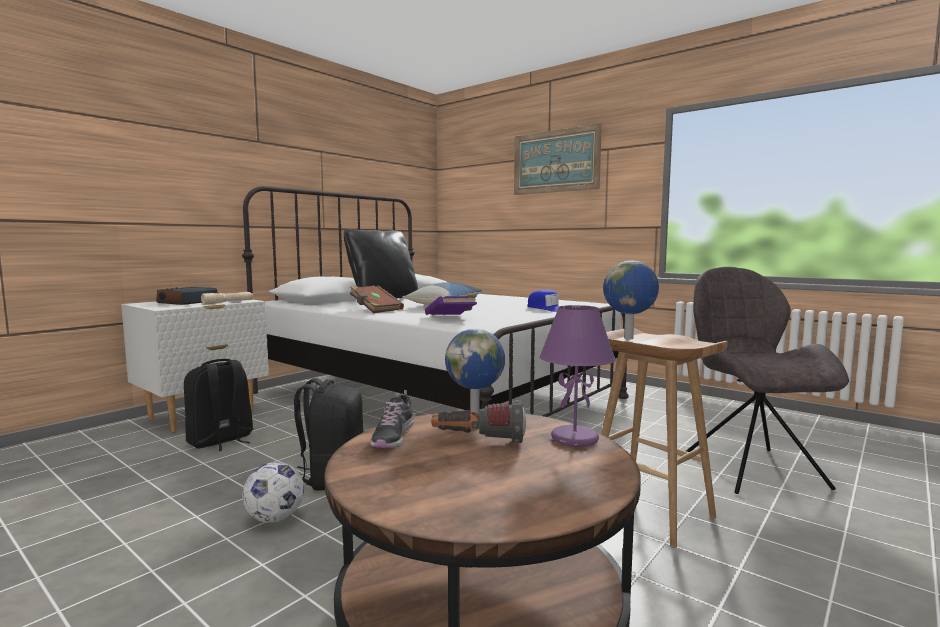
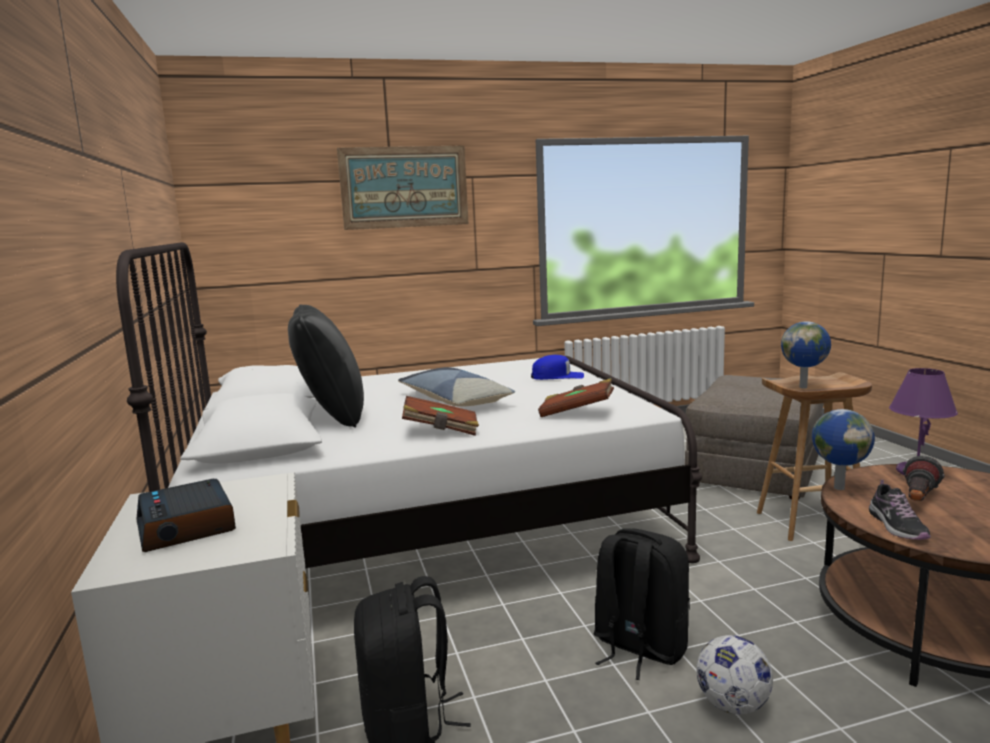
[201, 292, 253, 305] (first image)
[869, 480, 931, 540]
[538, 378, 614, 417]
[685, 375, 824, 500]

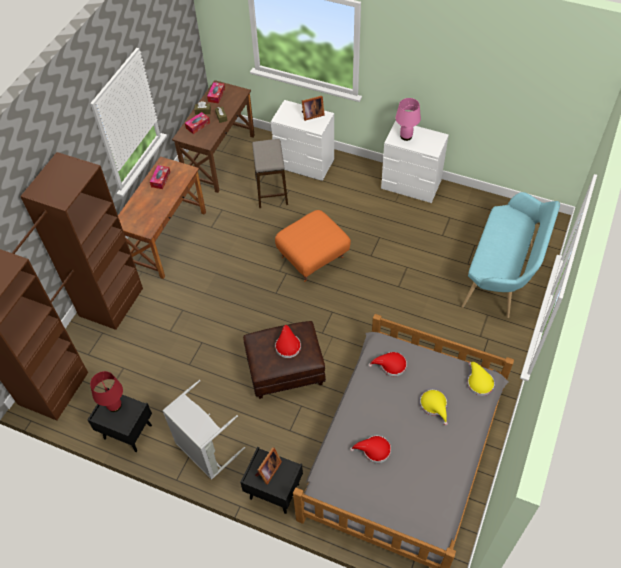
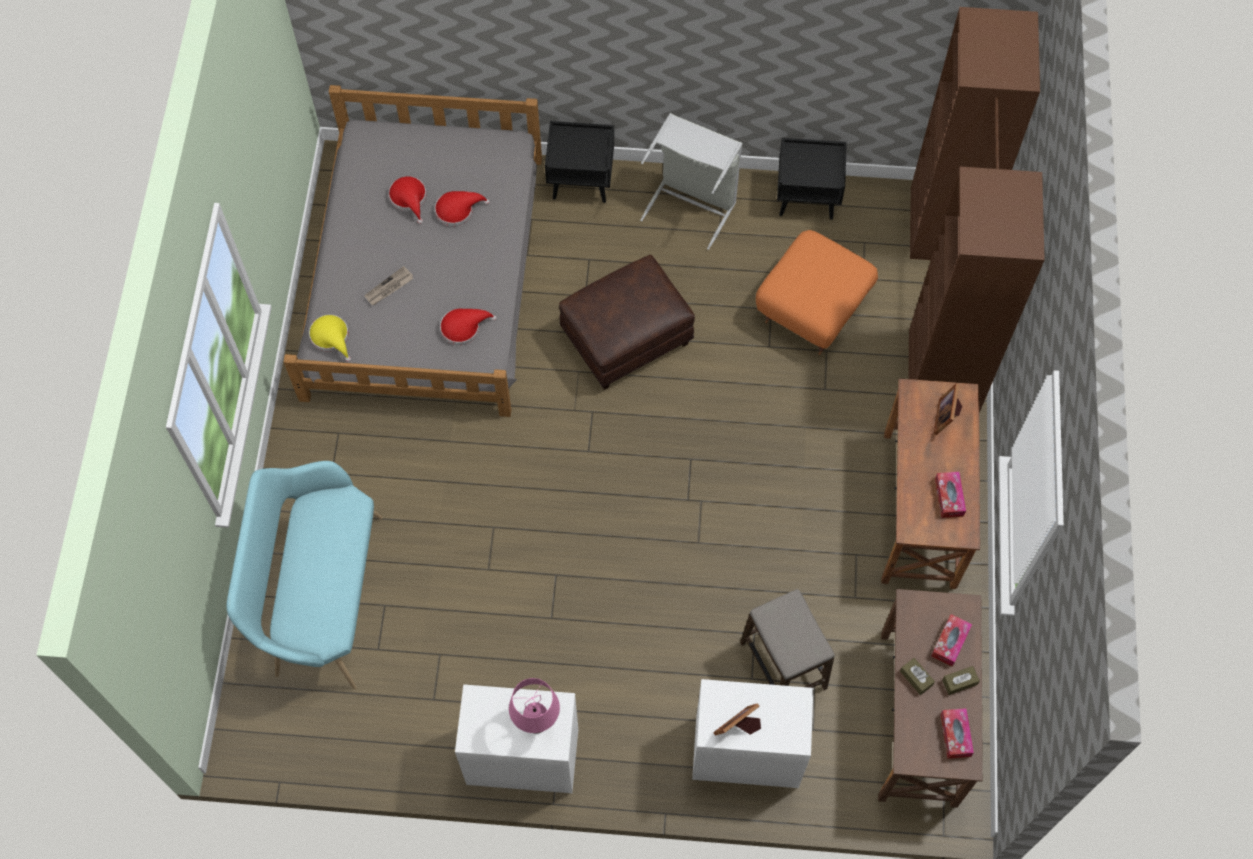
[90, 371, 123, 412] (first image)
[934, 383, 962, 435]
[756, 230, 878, 355]
[389, 176, 426, 224]
[364, 266, 414, 305]

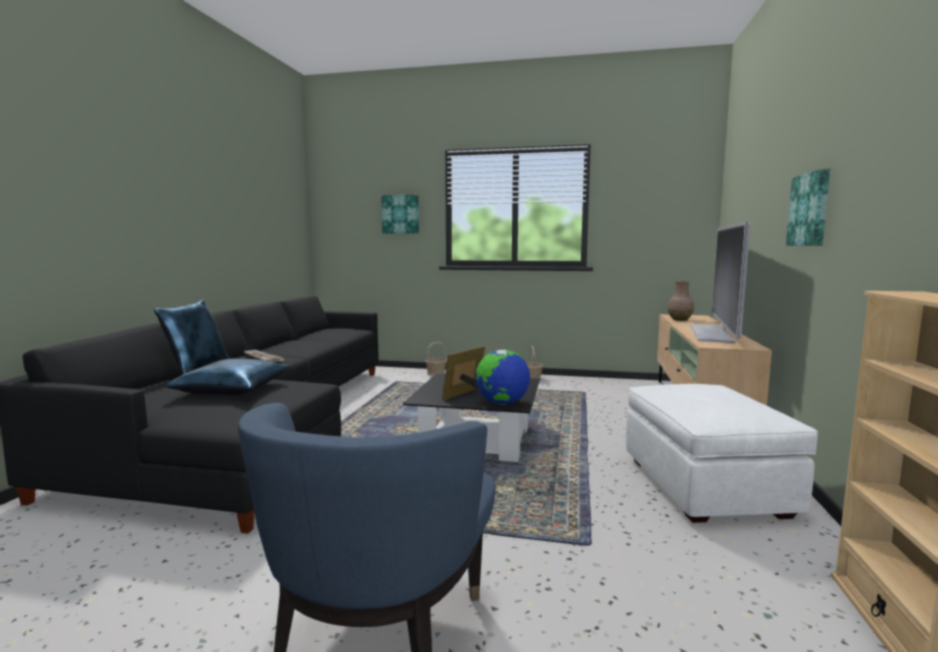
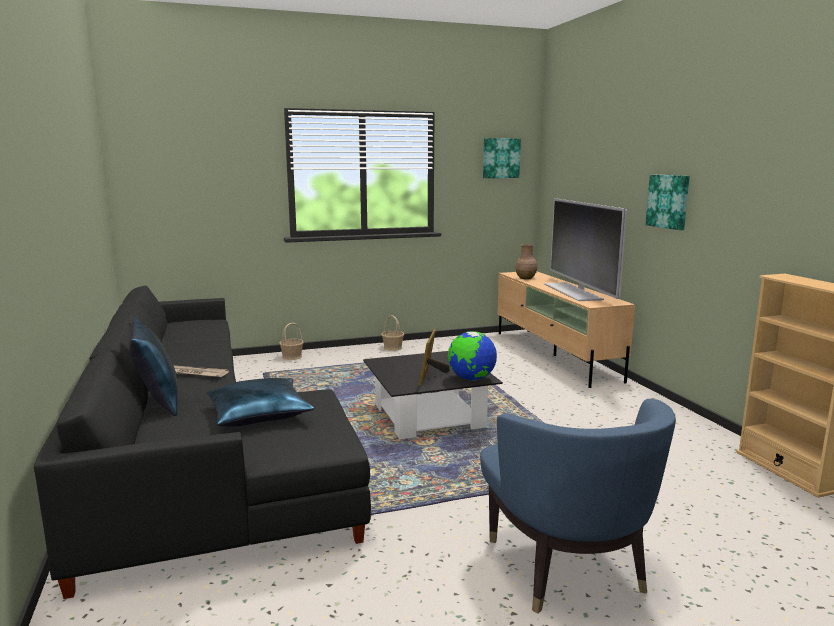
[483, 138, 521, 178]
[626, 384, 818, 523] (first image)

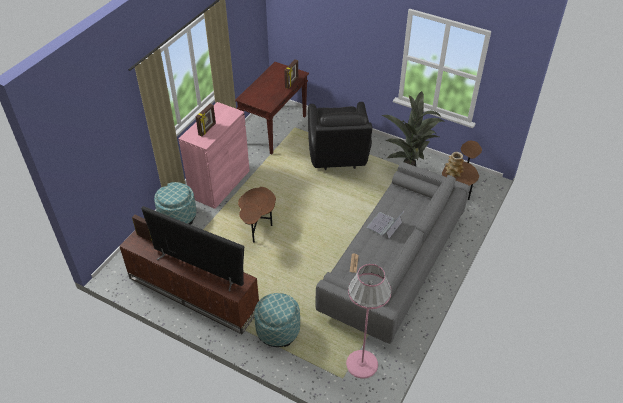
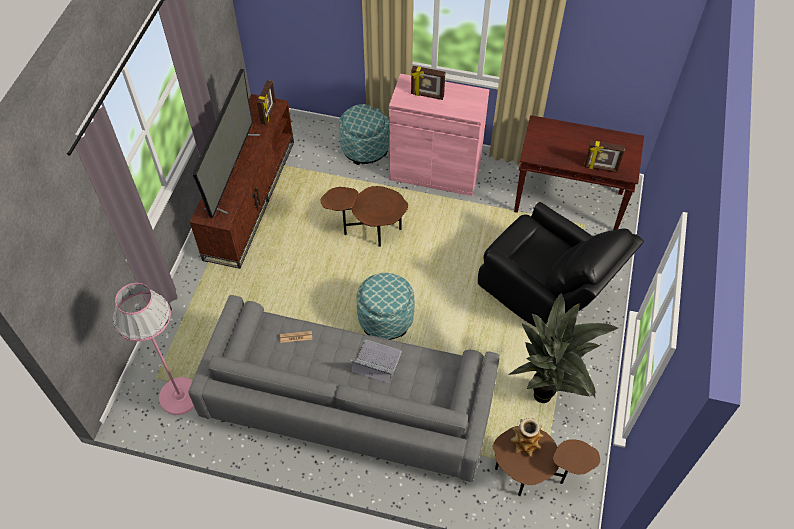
[357, 273, 414, 340]
[478, 202, 644, 328]

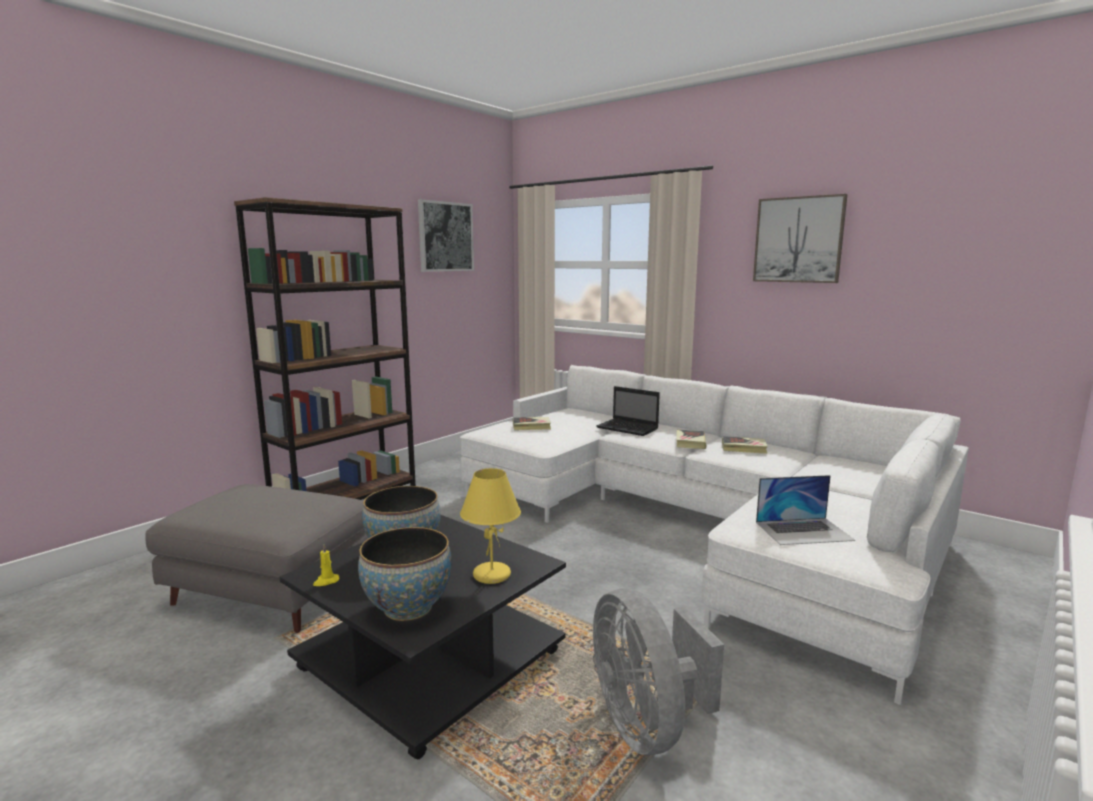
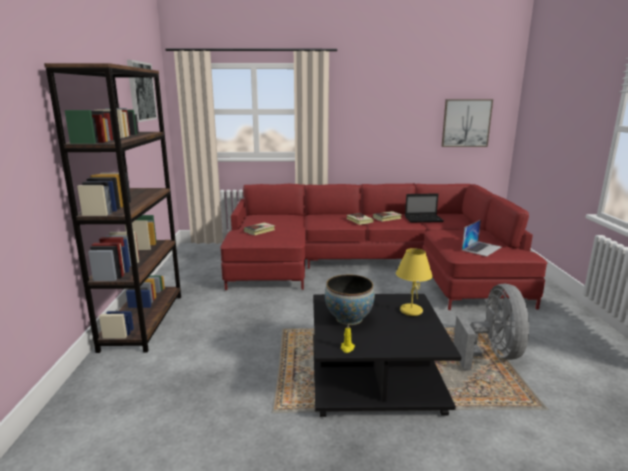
[145, 484, 368, 633] (first image)
[358, 527, 452, 621] (first image)
[220, 183, 547, 310]
[453, 284, 529, 370]
[405, 193, 444, 222]
[441, 99, 493, 147]

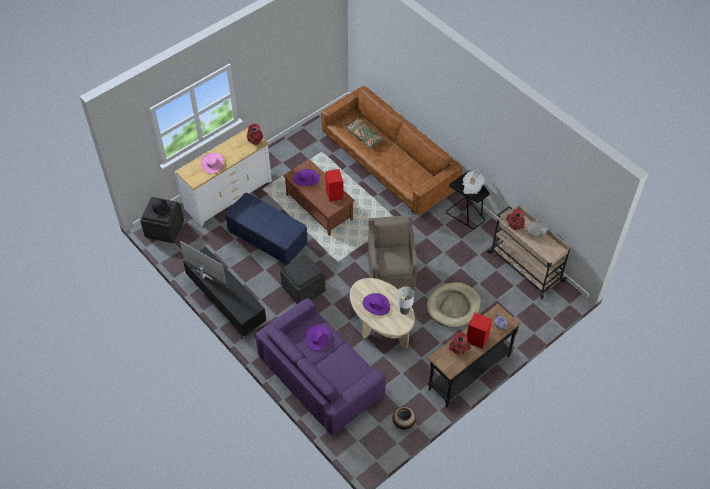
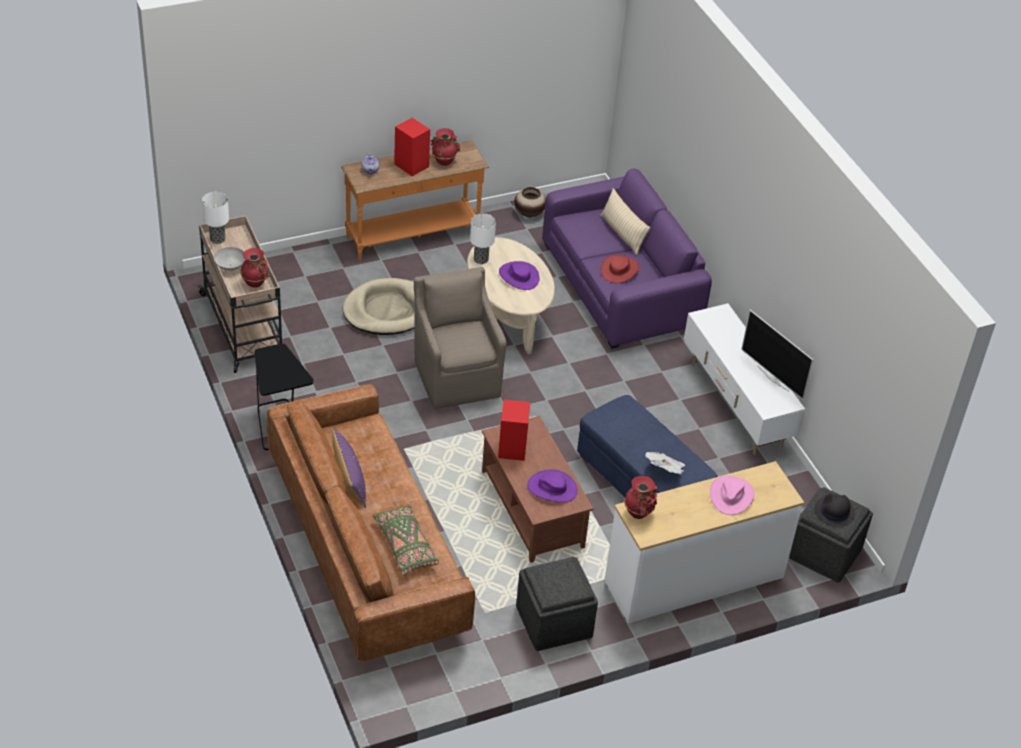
[684, 303, 805, 455]
[516, 557, 598, 651]
[601, 255, 639, 283]
[414, 267, 507, 409]
[341, 141, 489, 261]
[645, 452, 685, 474]
[202, 192, 229, 244]
[332, 428, 366, 508]
[600, 188, 650, 256]

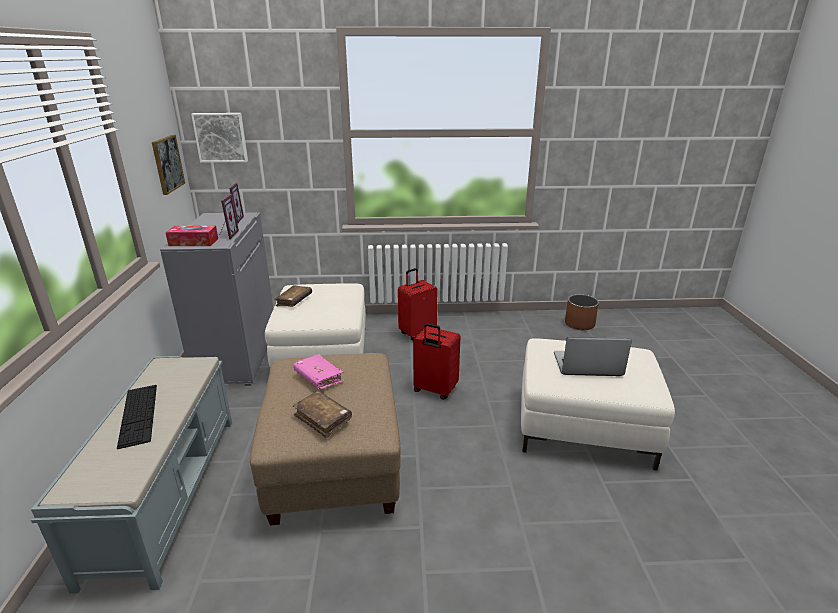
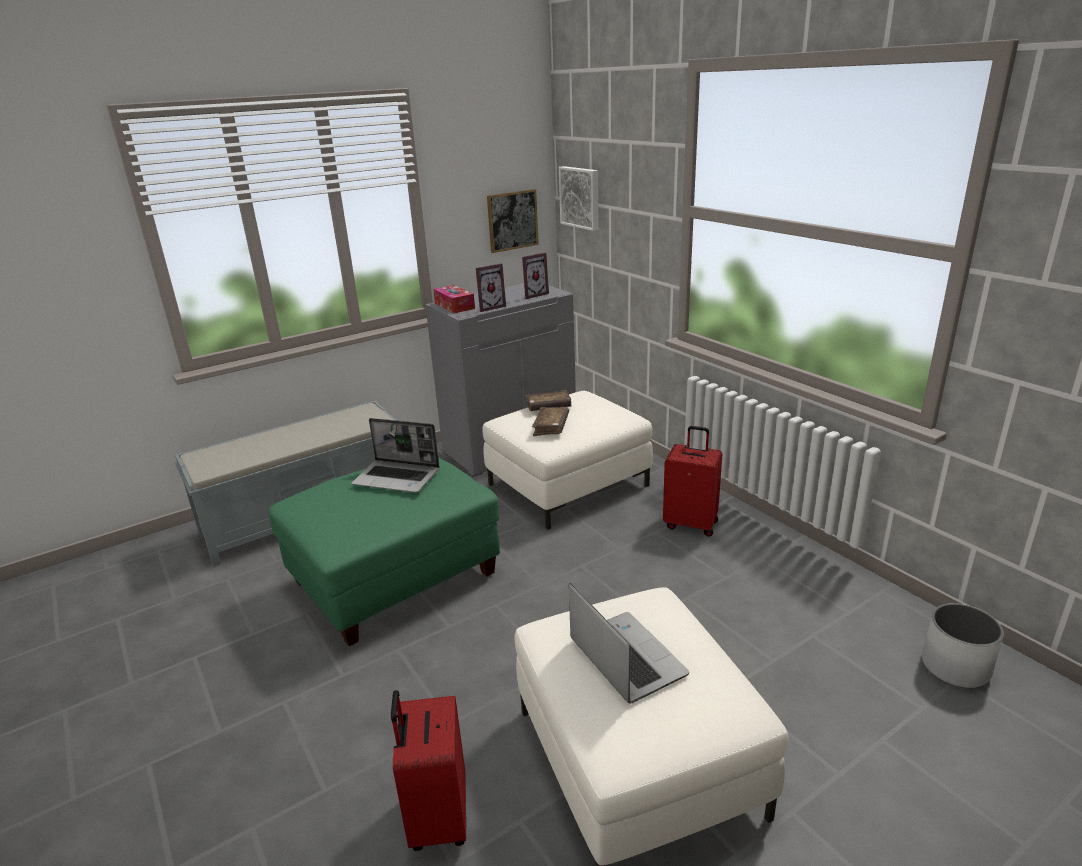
[117, 385, 157, 449] (first image)
[268, 456, 500, 646]
[352, 418, 440, 493]
[532, 407, 569, 436]
[391, 690, 466, 851]
[922, 603, 1004, 688]

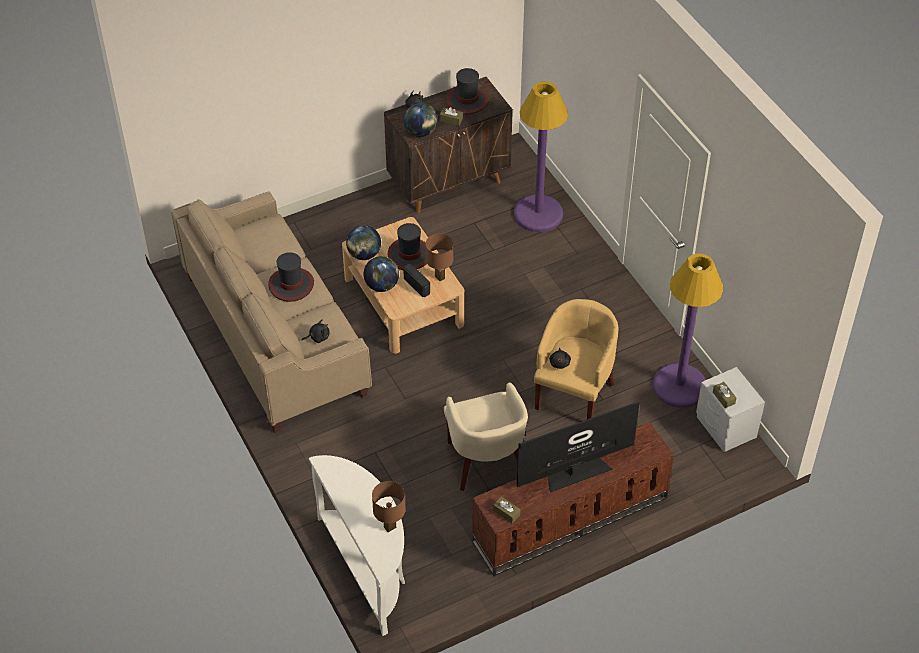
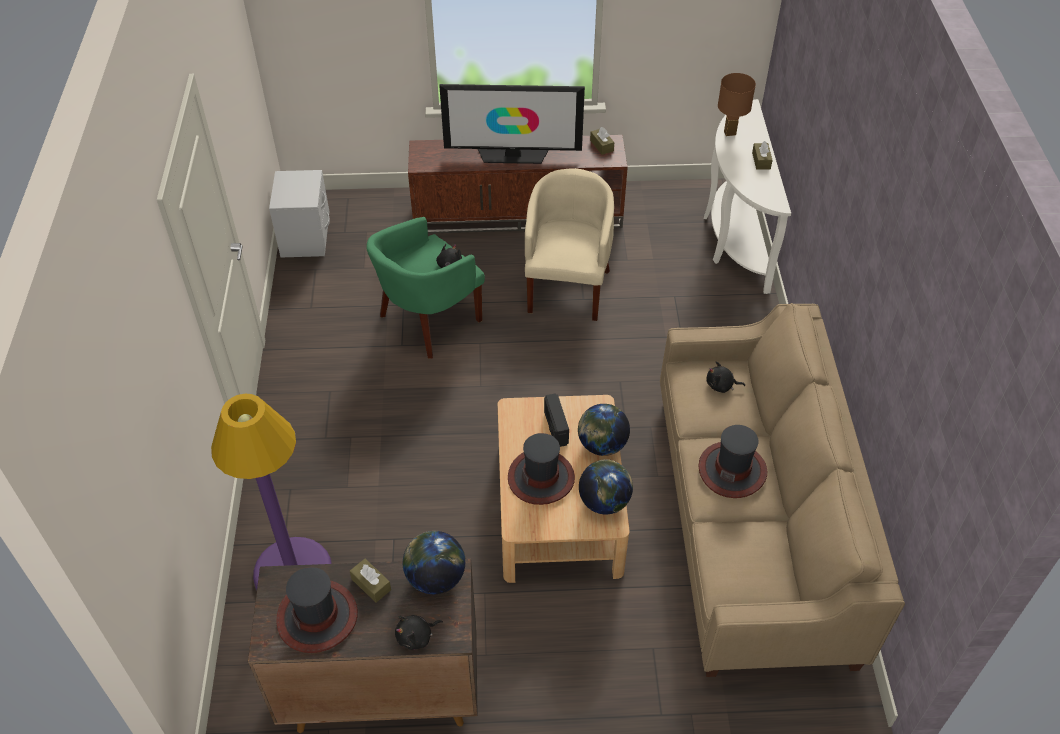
[426, 234, 453, 281] (first image)
[366, 217, 485, 359]
[653, 253, 723, 408] (first image)
[752, 141, 773, 170]

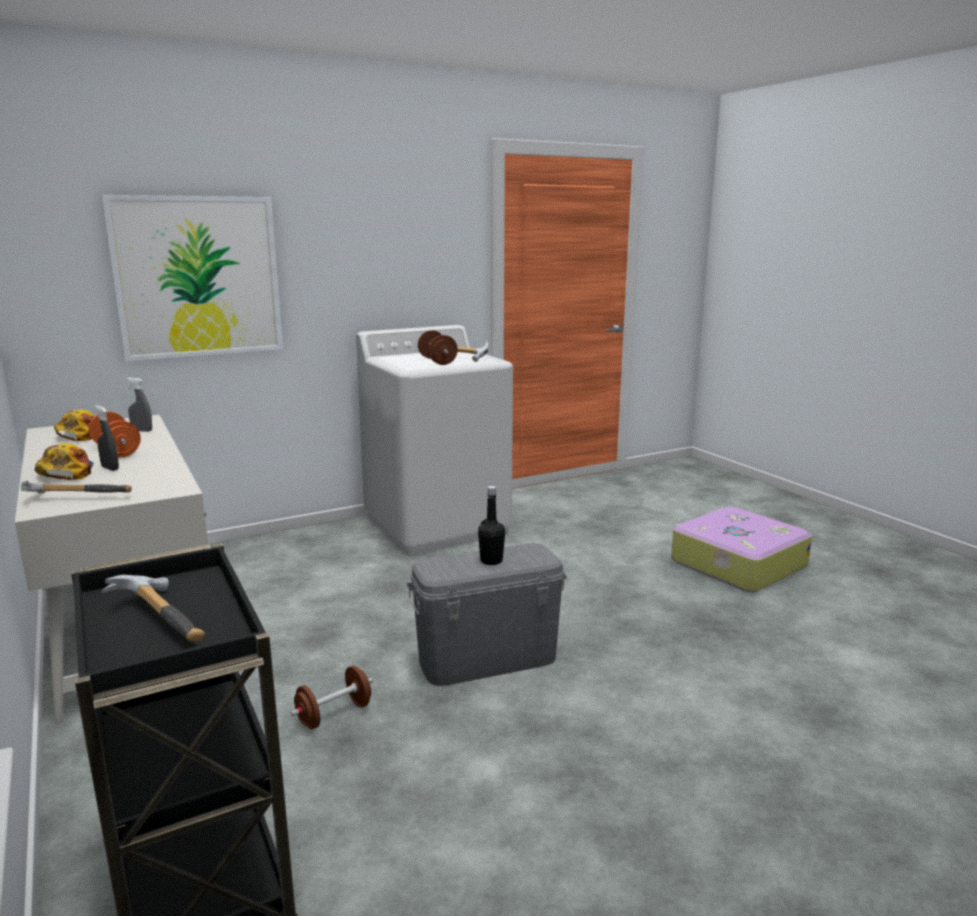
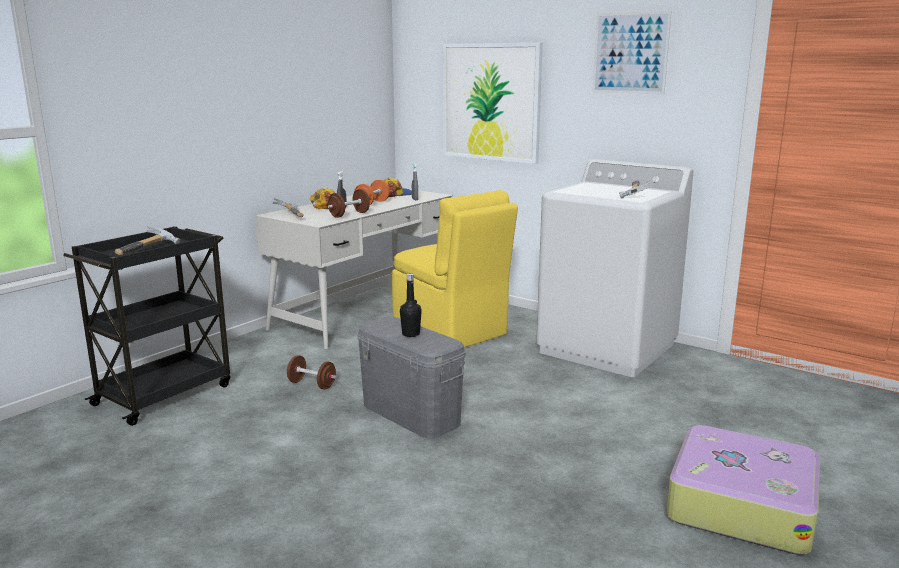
[328, 189, 370, 218]
[392, 190, 518, 347]
[592, 11, 672, 94]

